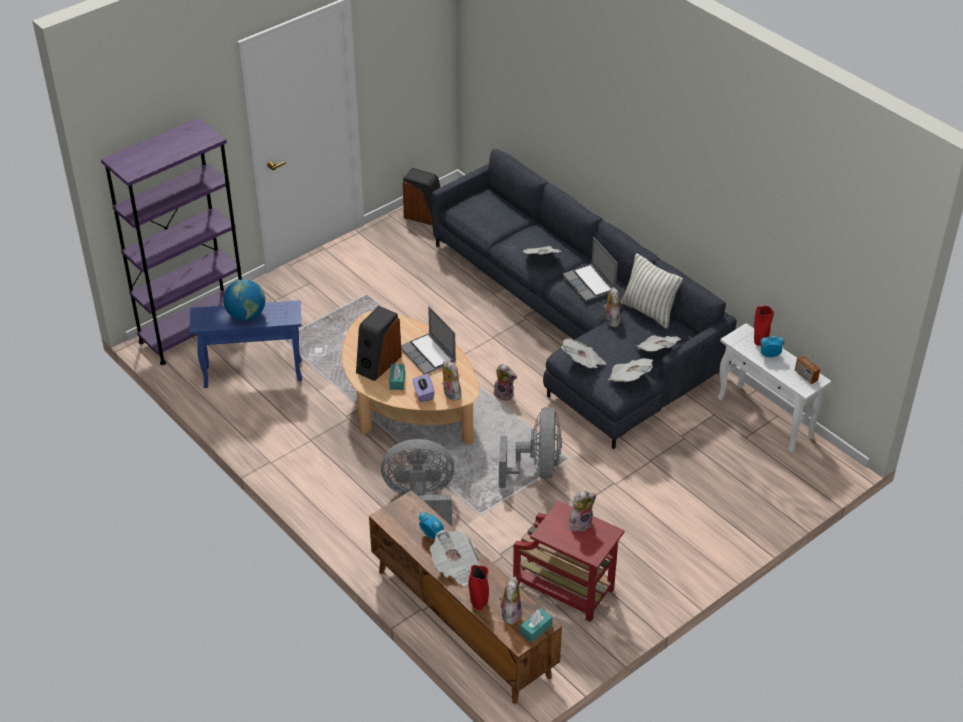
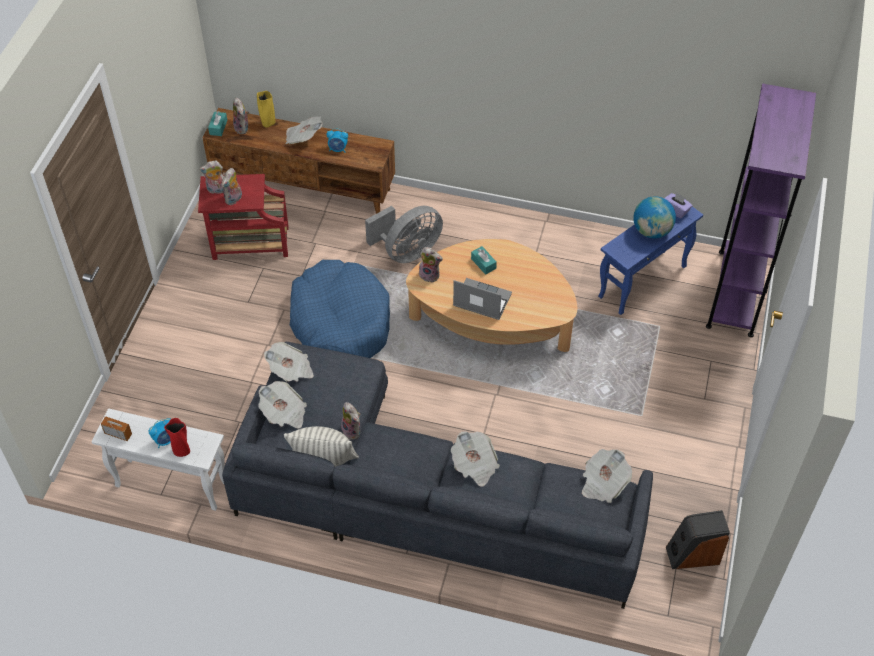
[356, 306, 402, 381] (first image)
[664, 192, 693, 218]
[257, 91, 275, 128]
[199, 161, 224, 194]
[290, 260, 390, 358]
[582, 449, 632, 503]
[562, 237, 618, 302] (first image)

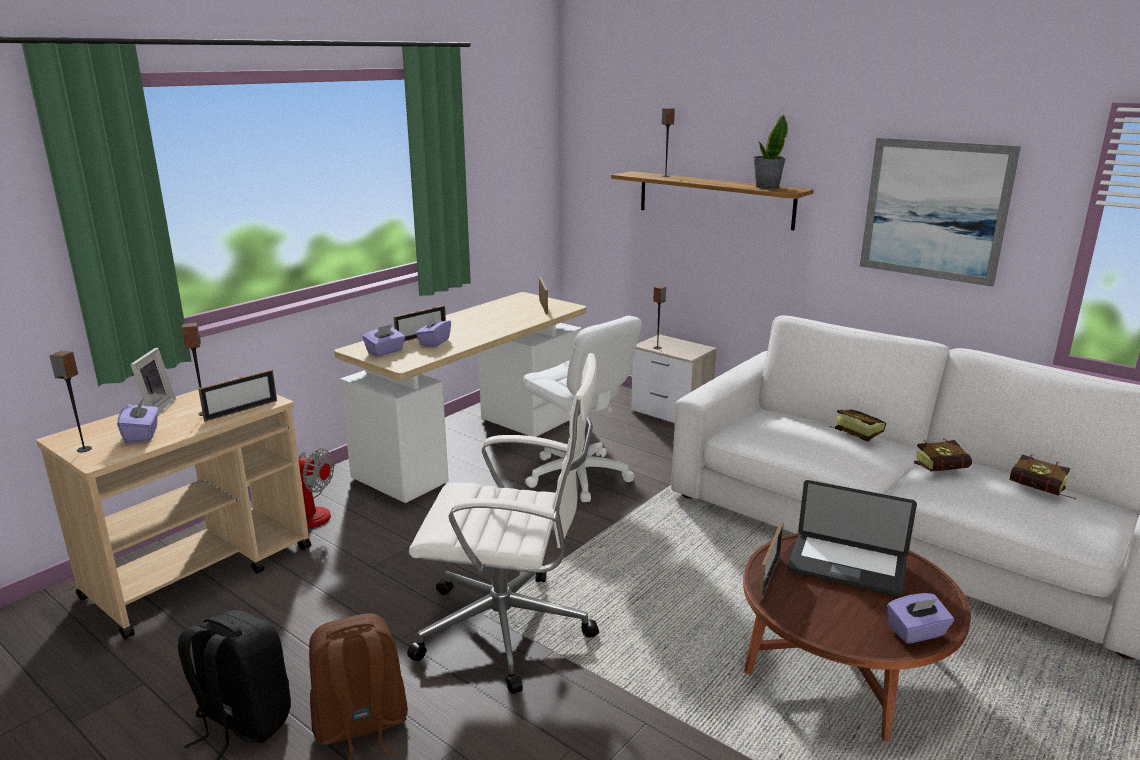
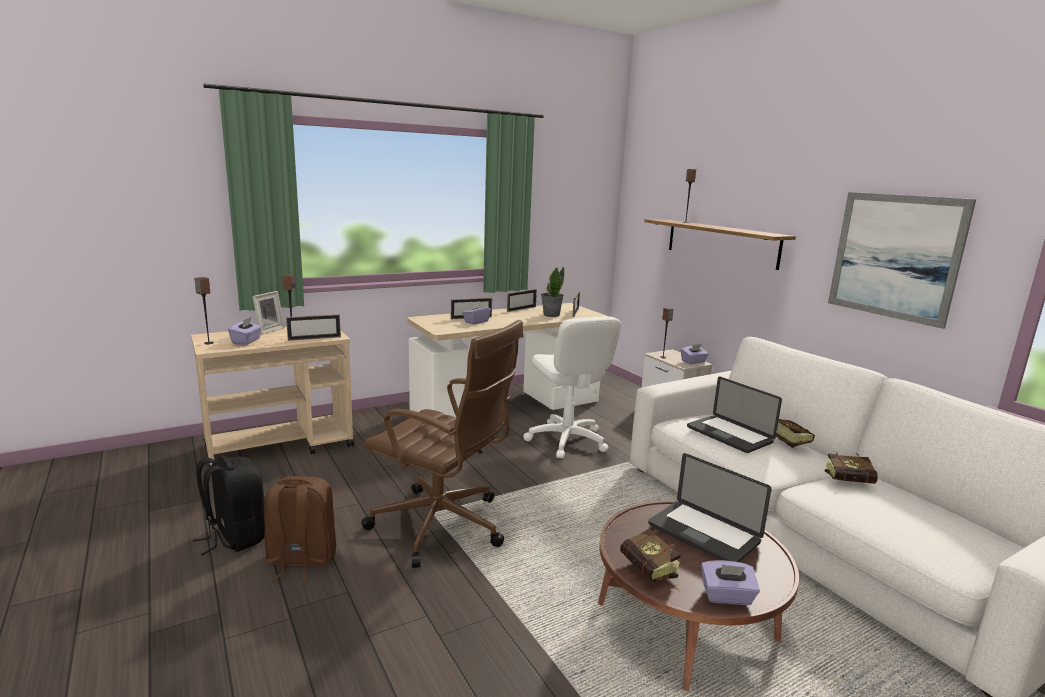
[298, 448, 334, 528] (first image)
[681, 344, 709, 364]
[361, 320, 523, 568]
[541, 267, 564, 317]
[507, 289, 537, 312]
[620, 529, 681, 592]
[687, 377, 782, 453]

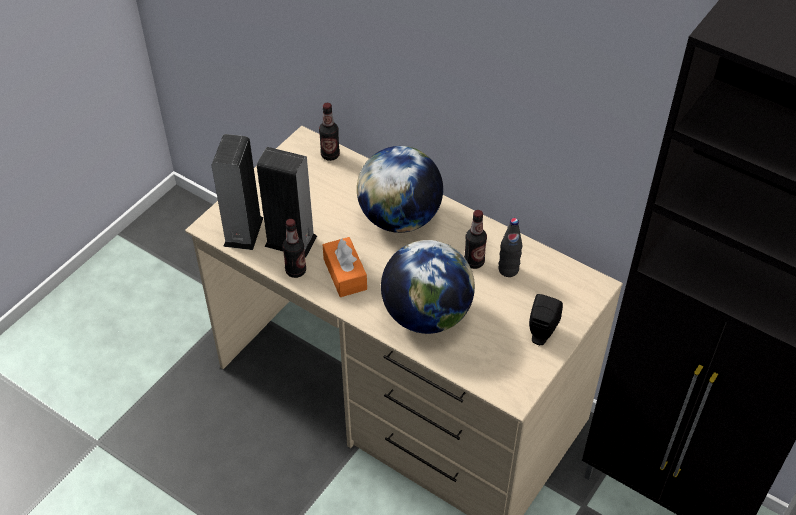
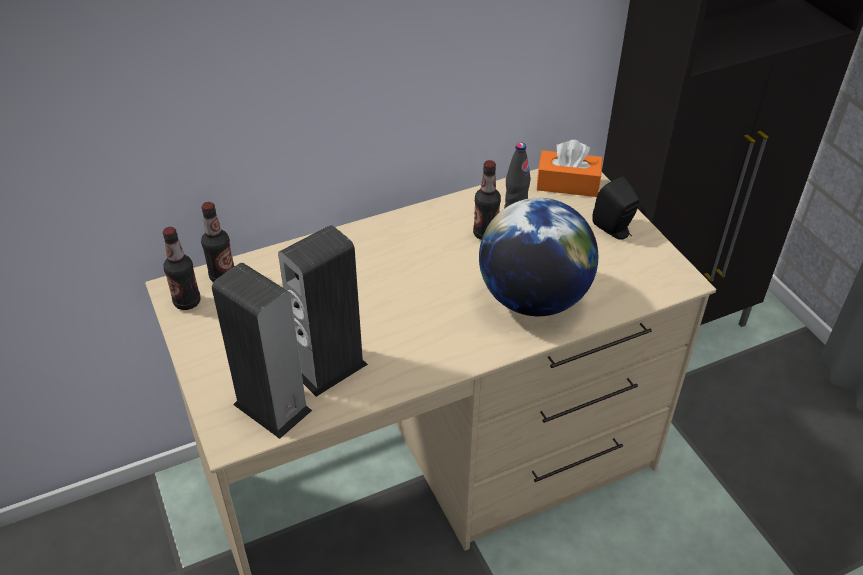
[163, 227, 201, 310]
[537, 140, 603, 197]
[357, 146, 443, 233] (first image)

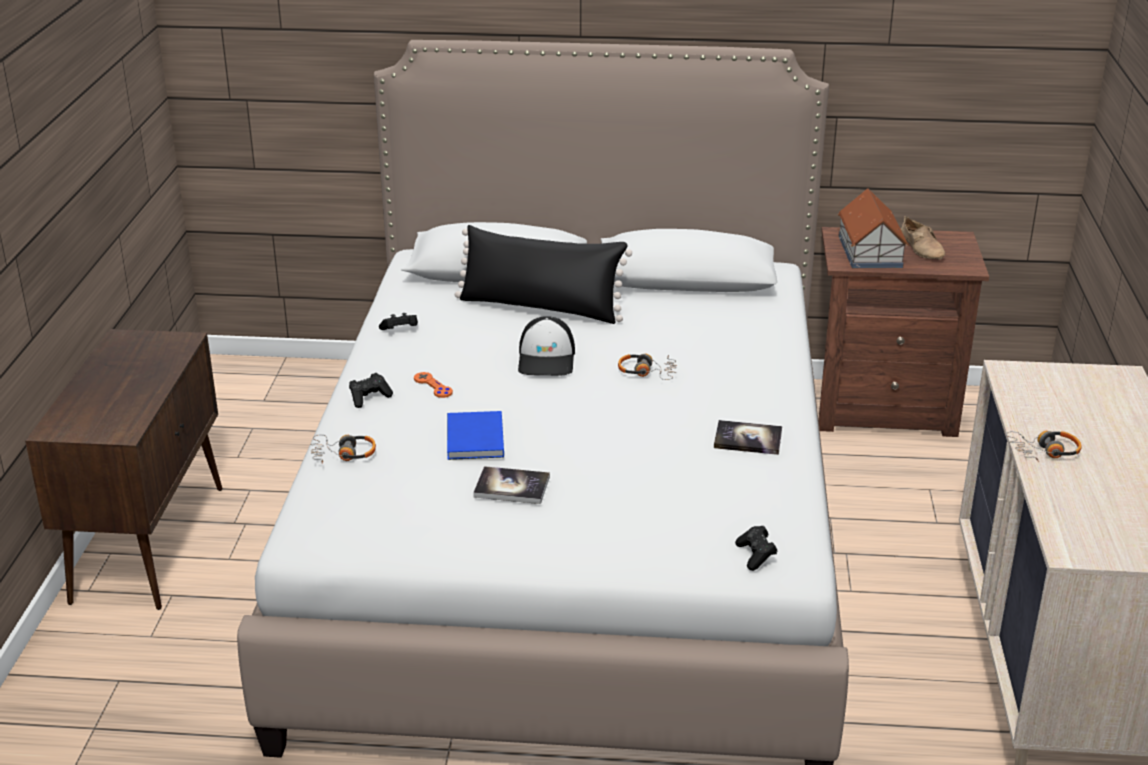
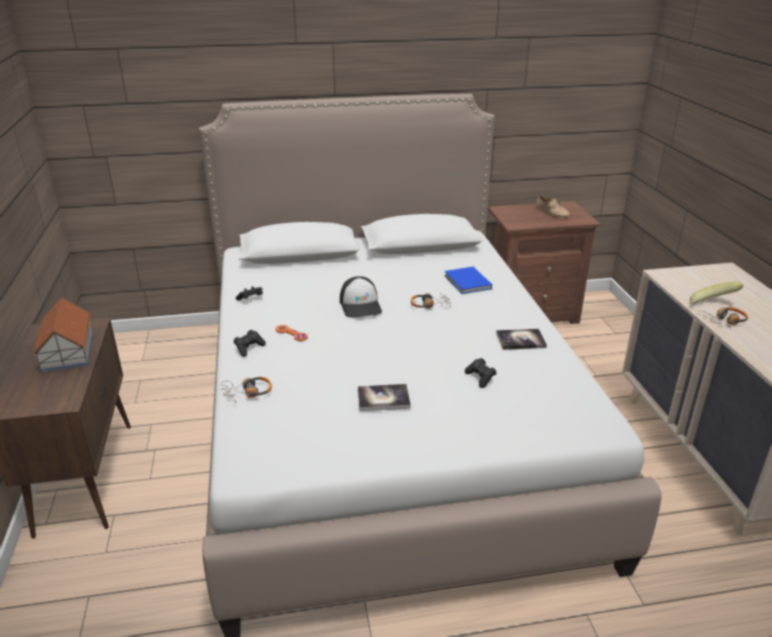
[445, 267, 492, 294]
[455, 225, 632, 324] (first image)
[465, 358, 496, 388]
[32, 297, 94, 373]
[690, 282, 743, 303]

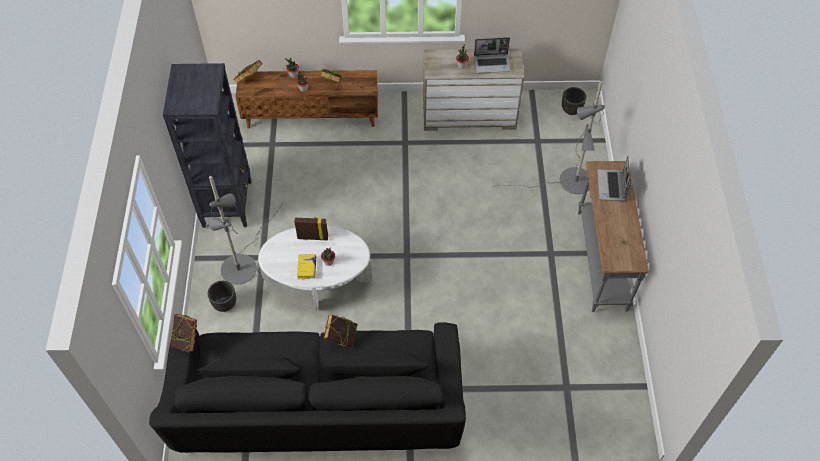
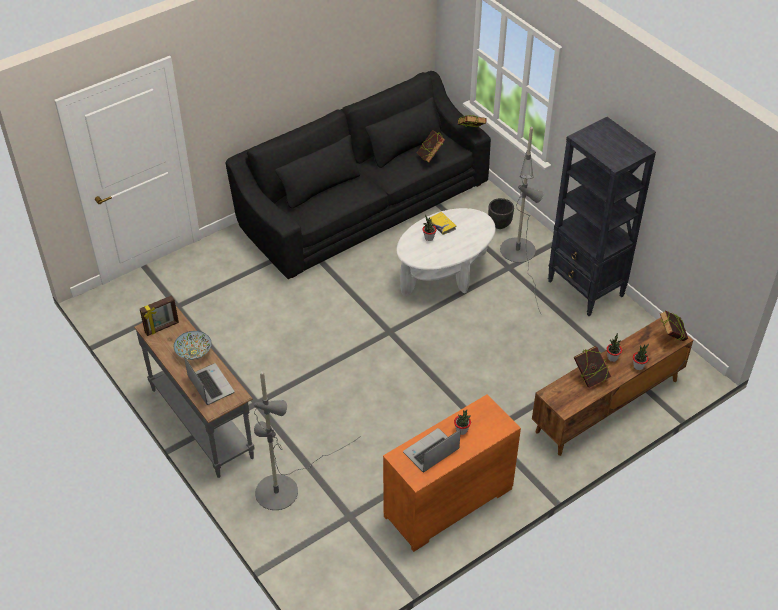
[140, 295, 179, 336]
[417, 130, 445, 163]
[383, 395, 521, 552]
[562, 87, 586, 115] (first image)
[174, 331, 212, 360]

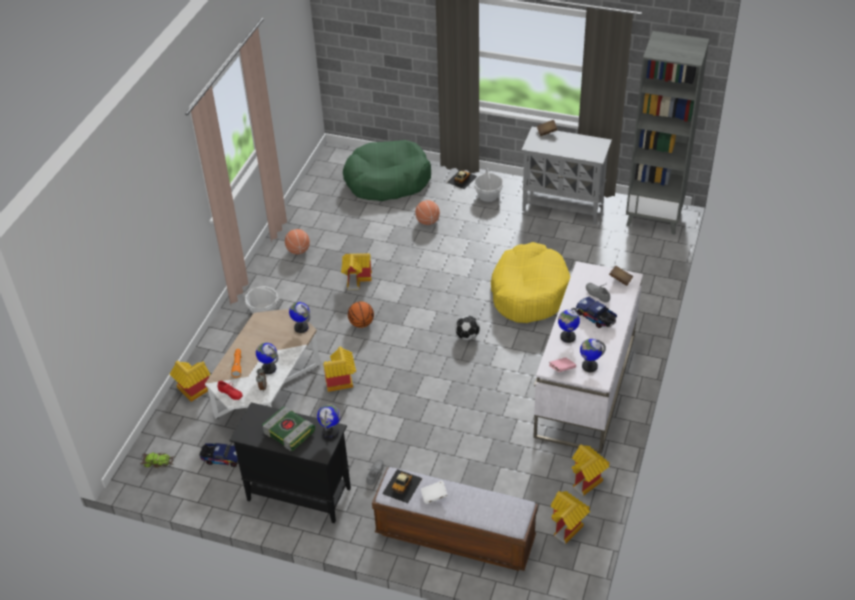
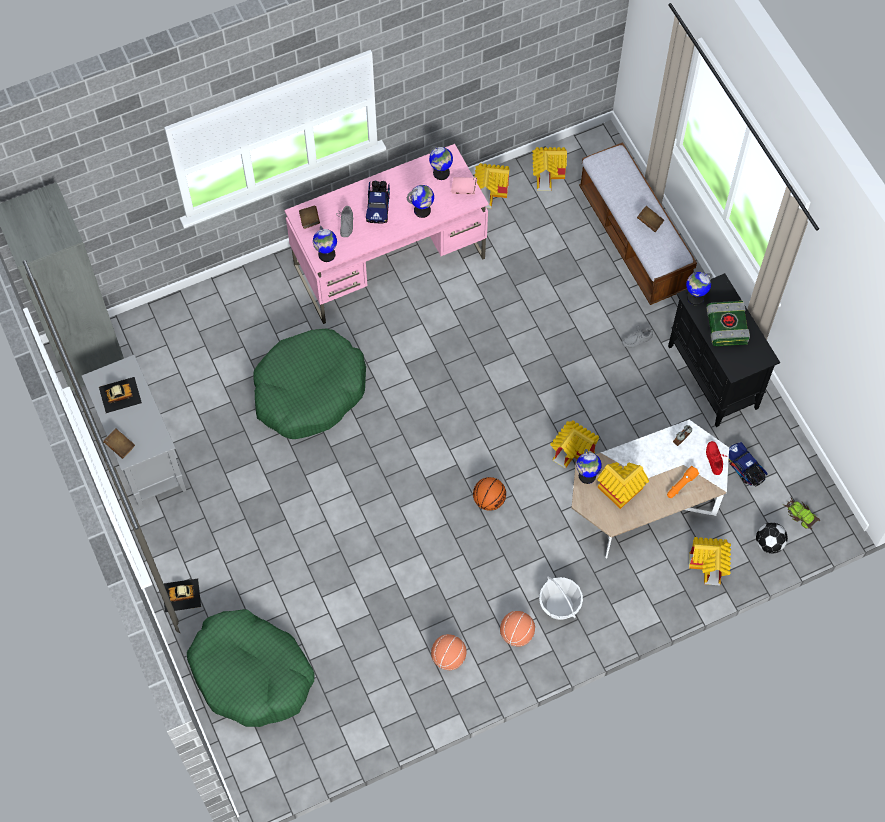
[313, 226, 337, 262]
[597, 462, 649, 509]
[99, 377, 142, 413]
[500, 611, 535, 647]
[637, 206, 664, 232]
[756, 522, 788, 554]
[473, 169, 503, 202] (first image)
[253, 329, 366, 439]
[285, 144, 488, 324]

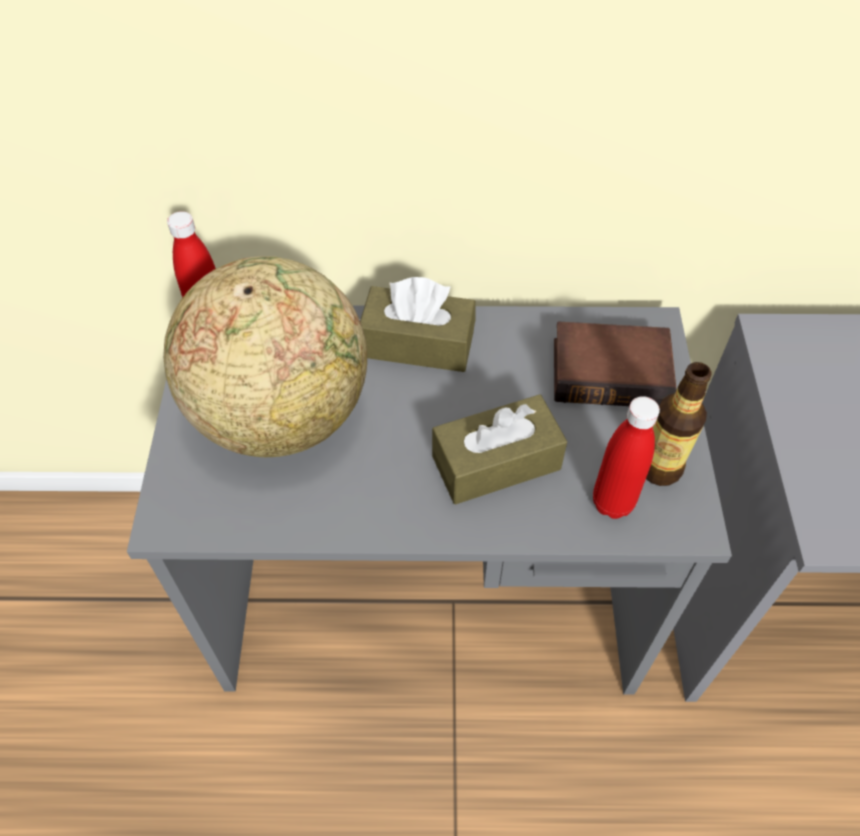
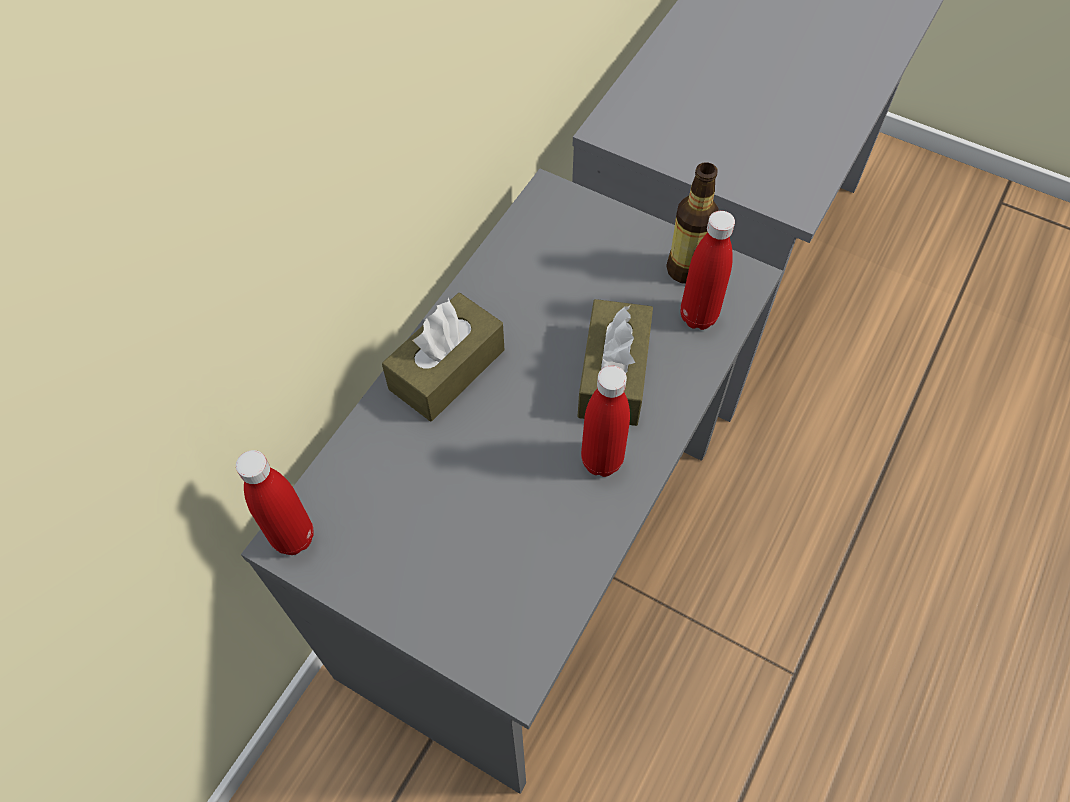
[163, 256, 367, 457] (first image)
[554, 321, 677, 406] (first image)
[581, 366, 630, 477]

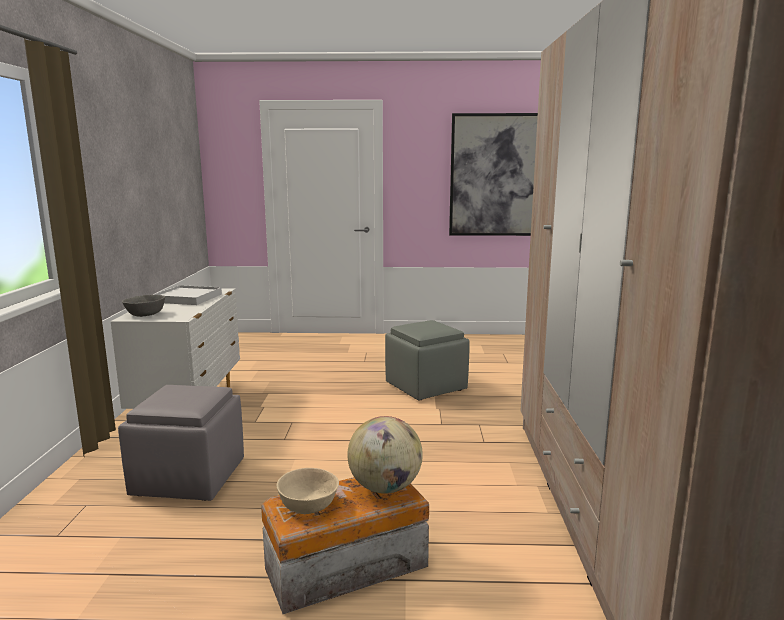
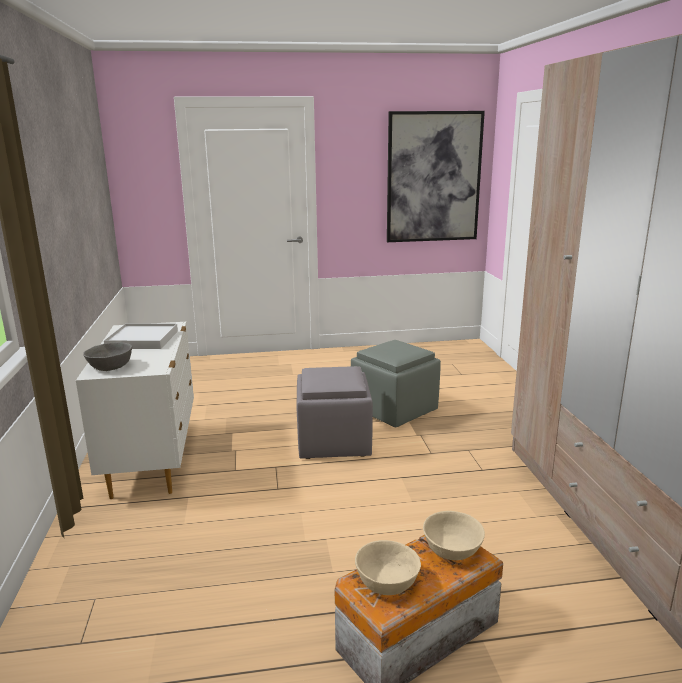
[297, 366, 373, 459]
[423, 511, 485, 560]

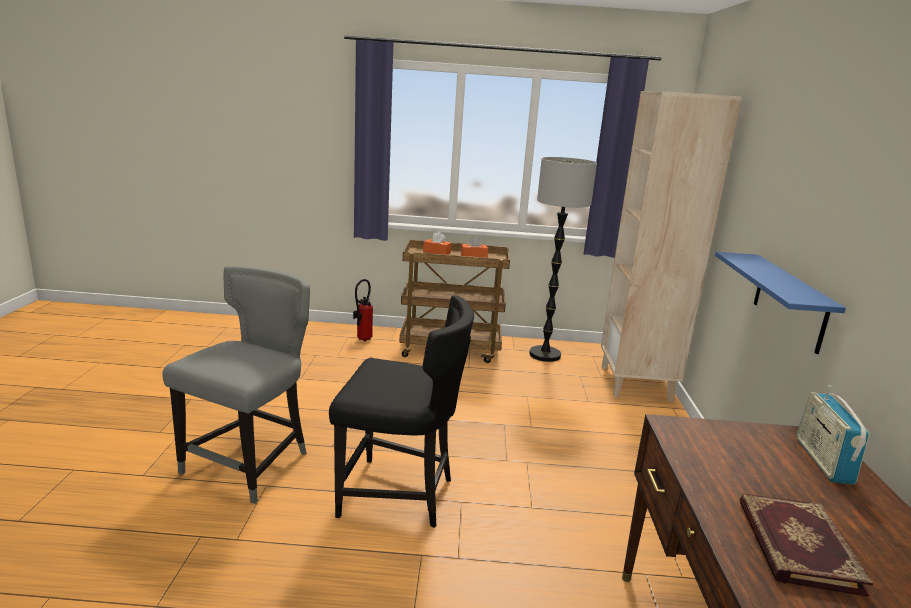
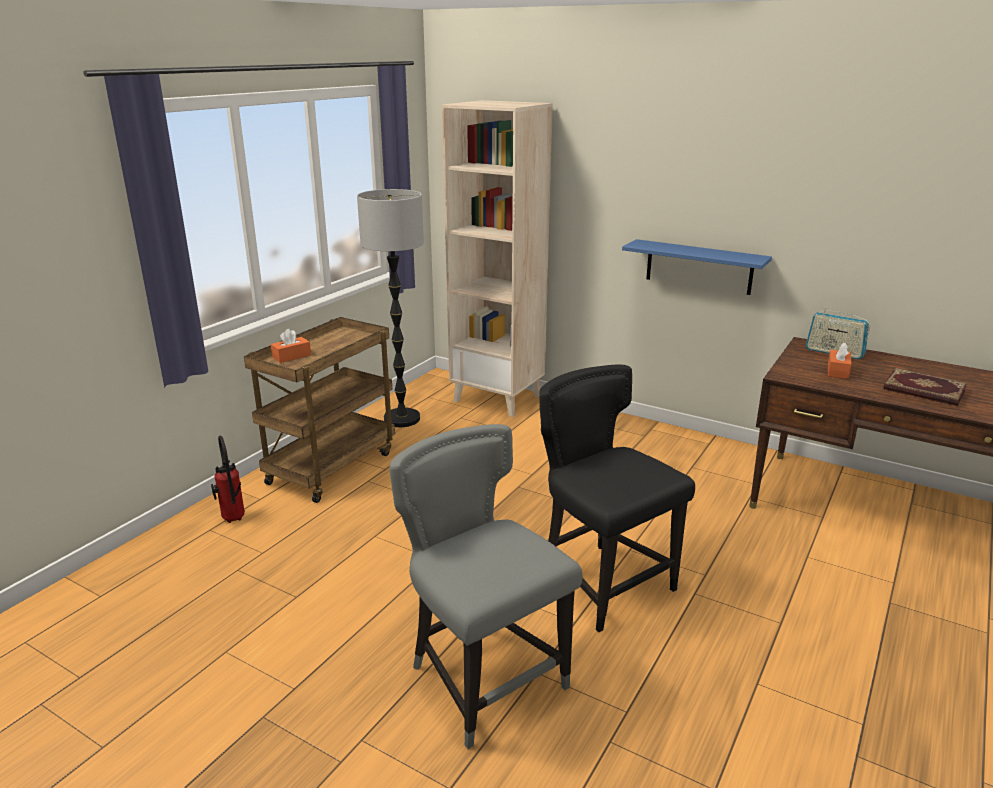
[539, 365, 695, 632]
[828, 343, 852, 379]

